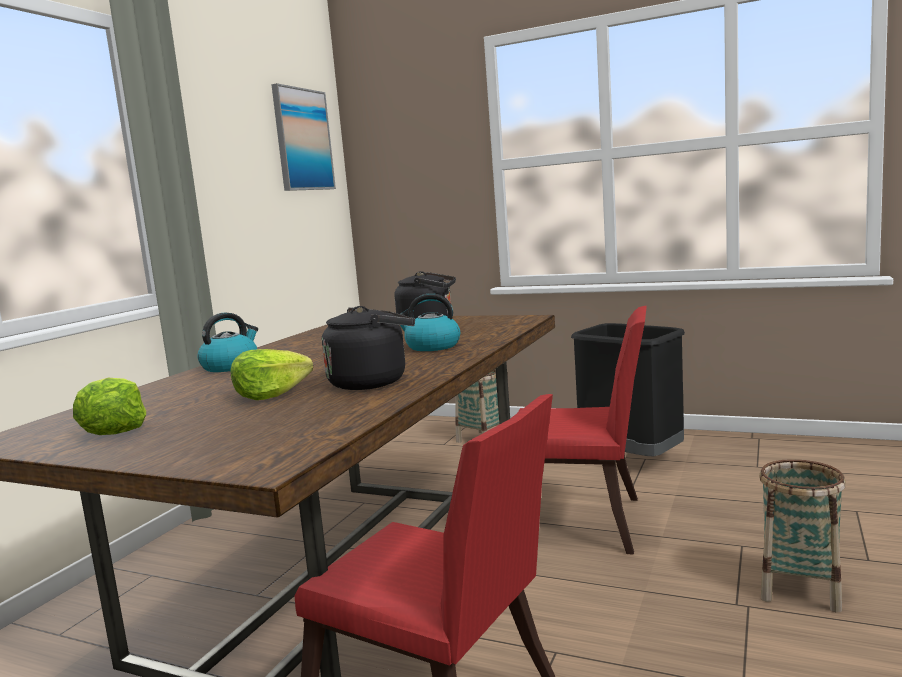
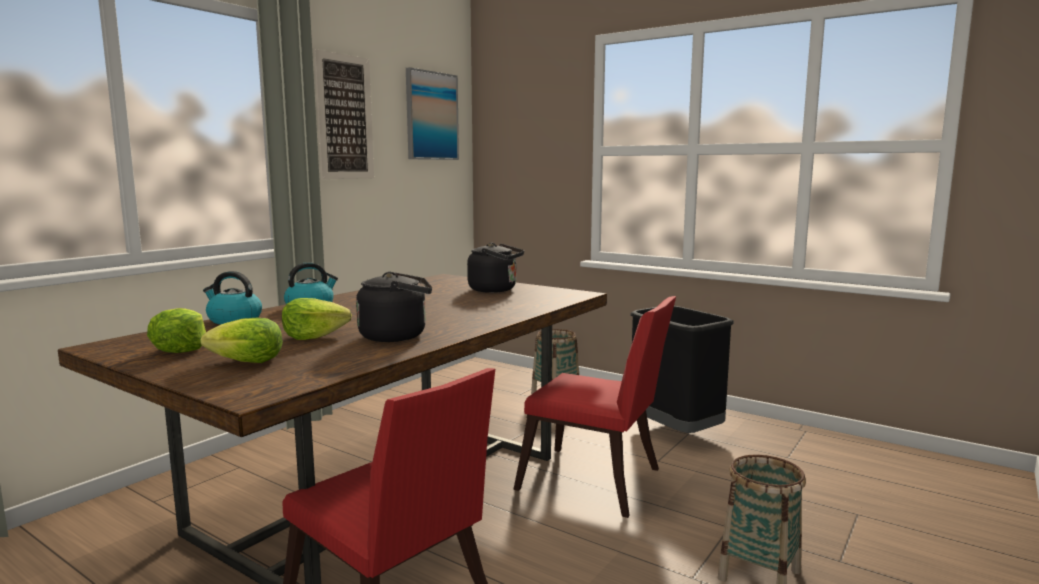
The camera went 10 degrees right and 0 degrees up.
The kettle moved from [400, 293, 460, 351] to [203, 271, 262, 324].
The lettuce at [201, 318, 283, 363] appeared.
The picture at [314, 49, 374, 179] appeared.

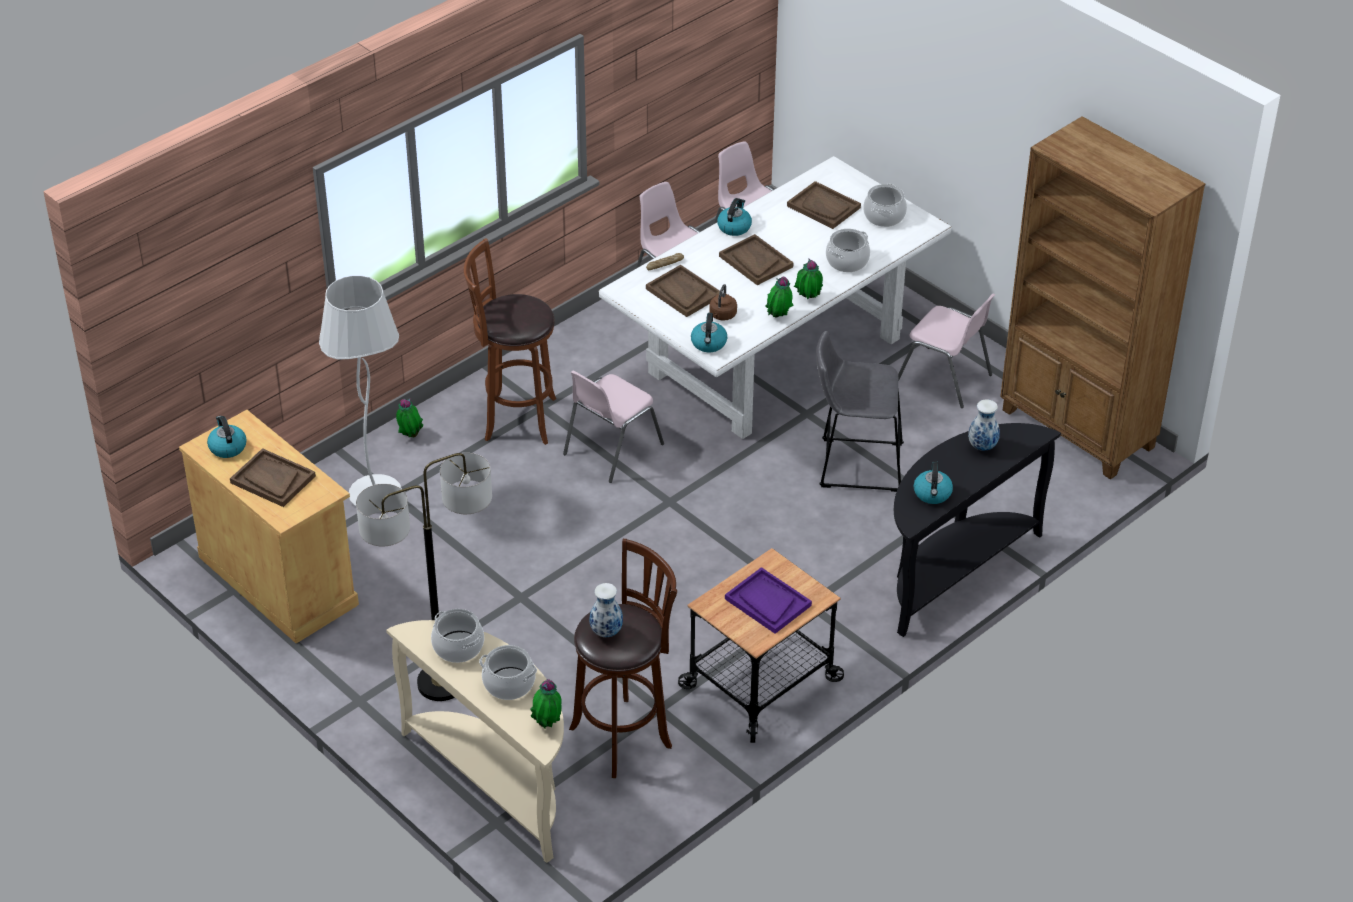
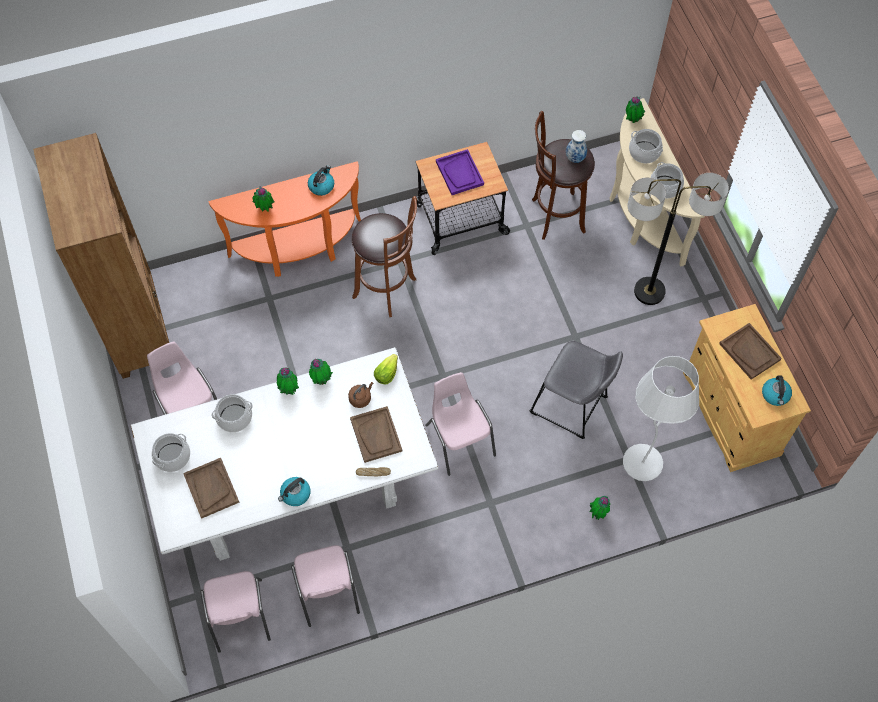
The camera went 155 degrees left and 20 degrees up.
The brown stool moved from [464, 238, 556, 445] to [352, 196, 417, 317].
The pink chair at [563, 371, 664, 483] turned 90 degrees counterclockwise.
The kettle at [691, 313, 727, 352] was replaced by the lettuce at [374, 354, 398, 384].
The brown tray at [719, 234, 793, 285] disappeared.
The grey stool moved from [816, 331, 904, 492] to [529, 341, 623, 439].
The black console table at [894, 423, 1061, 637] became the orange console table at [208, 161, 361, 277].
The vase at [968, 399, 1000, 451] was replaced by the potted plant at [252, 186, 275, 212].

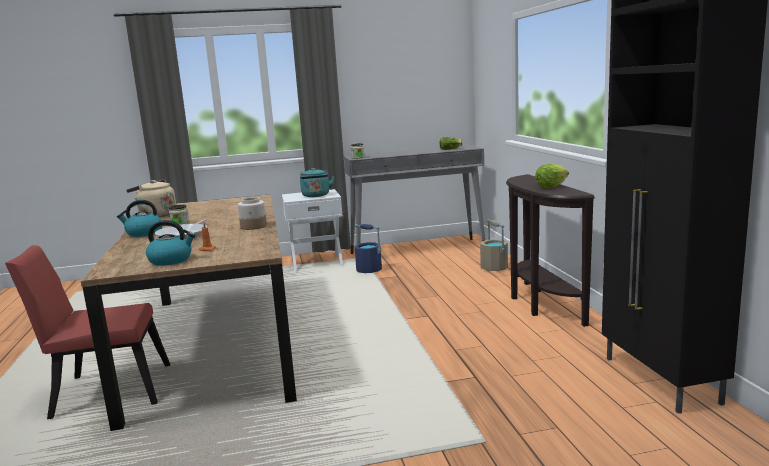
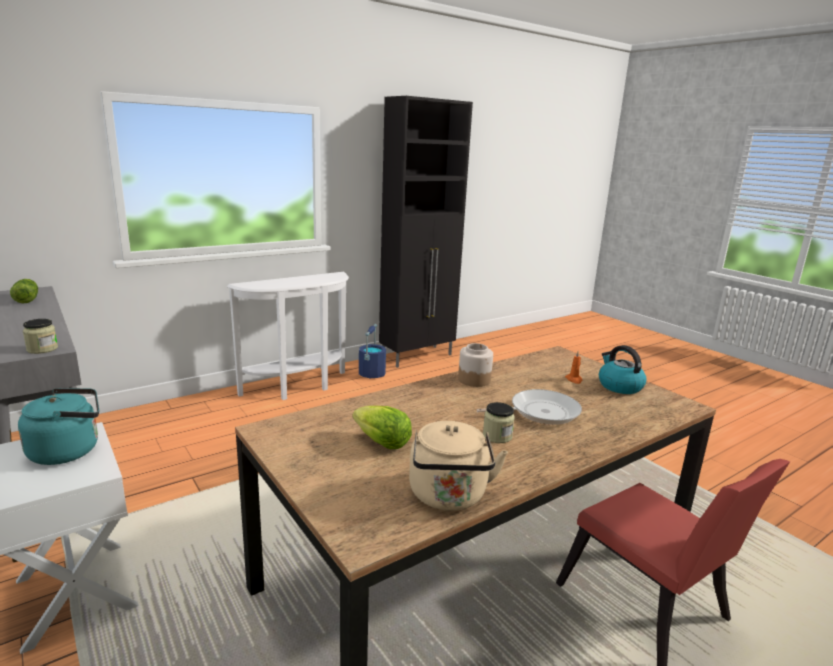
The camera went 115 degrees left and 5 degrees up.
The kettle at [117, 200, 162, 237] disappeared.
The blue bucket moved from [355, 224, 382, 273] to [359, 324, 386, 378].
The beige bucket at [480, 219, 508, 271] disappeared.
The brown console table at [506, 174, 595, 327] became the white console table at [227, 272, 349, 400].
The lettuce moved from [535, 164, 569, 188] to [353, 405, 412, 449].

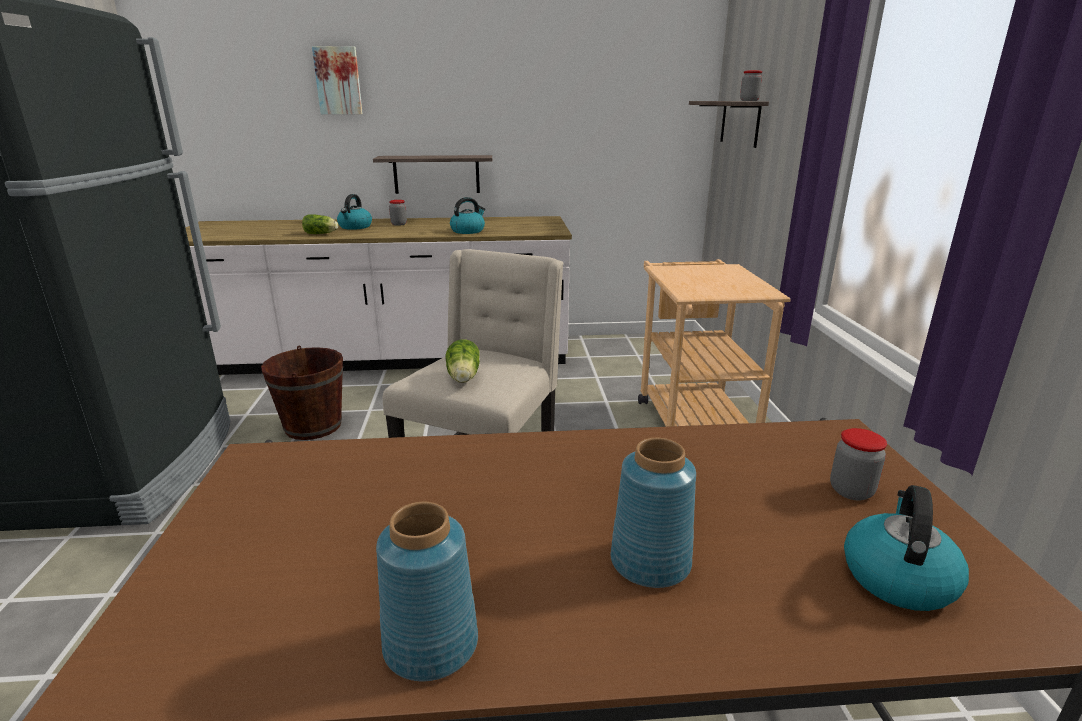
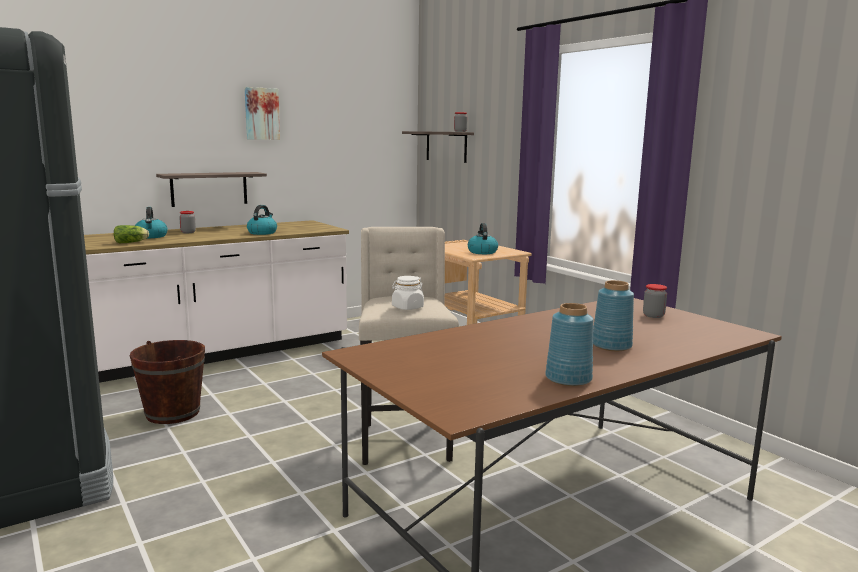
The camera went 30 degrees left and 10 degrees down.
The picture moved from [312, 46, 363, 114] to [245, 87, 280, 140].
The lettuce at [445, 339, 480, 383] was replaced by the white jar at [392, 276, 424, 310].
The kettle moved from [844, 485, 969, 611] to [468, 223, 498, 254].

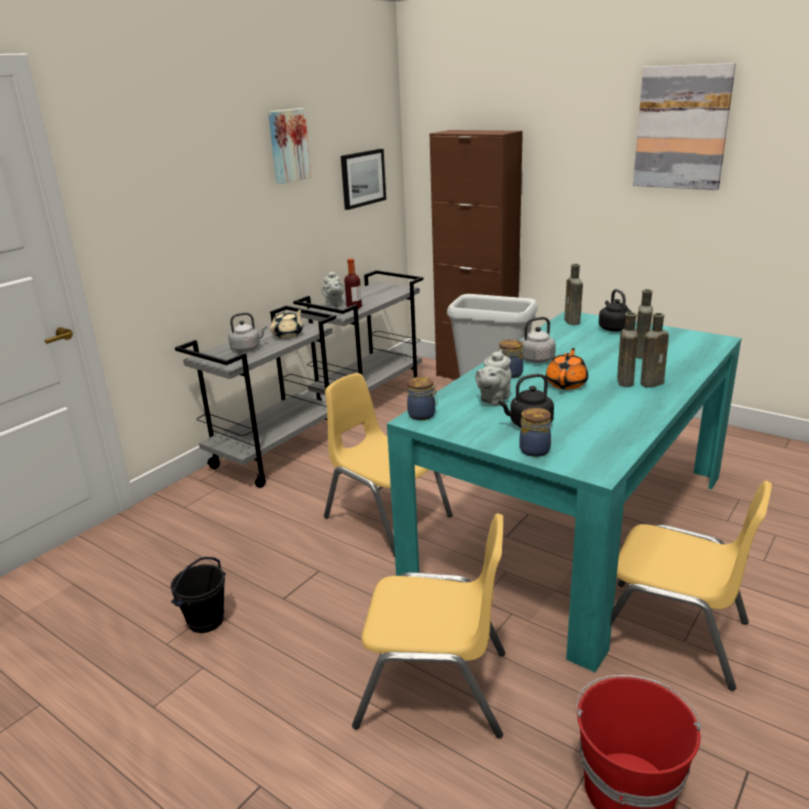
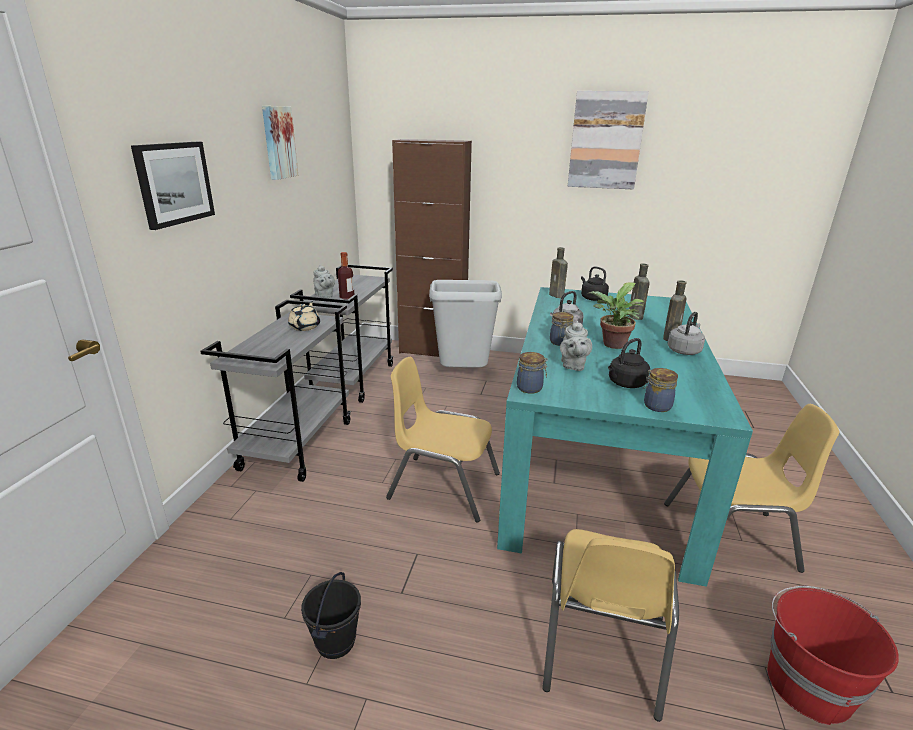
The camera went 25 degrees left and 0 degrees up.
The grey kettle moved from [228, 312, 267, 351] to [667, 312, 705, 355].
The picture moved from [341, 149, 386, 210] to [131, 142, 215, 230].
The yellow chair at [352, 513, 505, 738] turned 120 degrees clockwise.
The orange teapot at [546, 348, 588, 390] was replaced by the potted plant at [589, 282, 644, 349].
The brown bottle at [617, 312, 638, 387] disappeared.

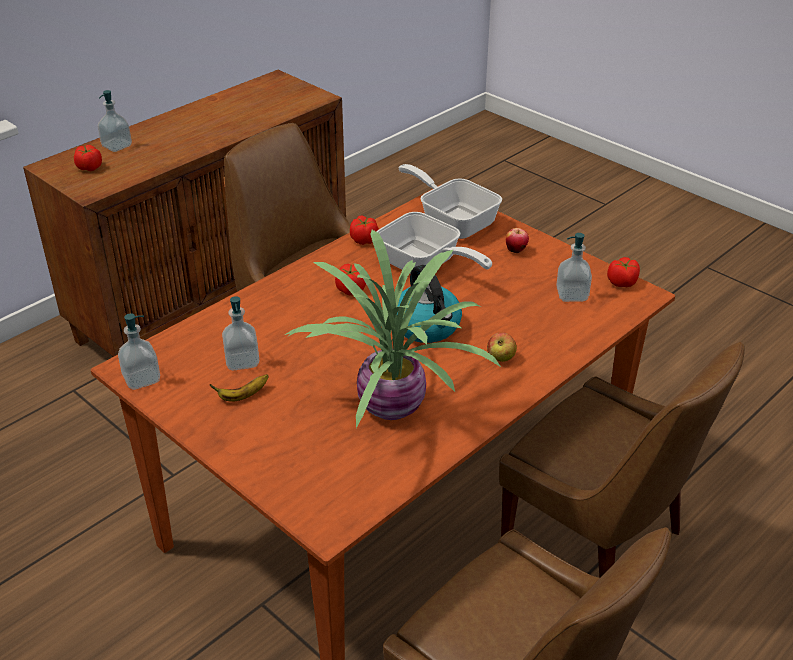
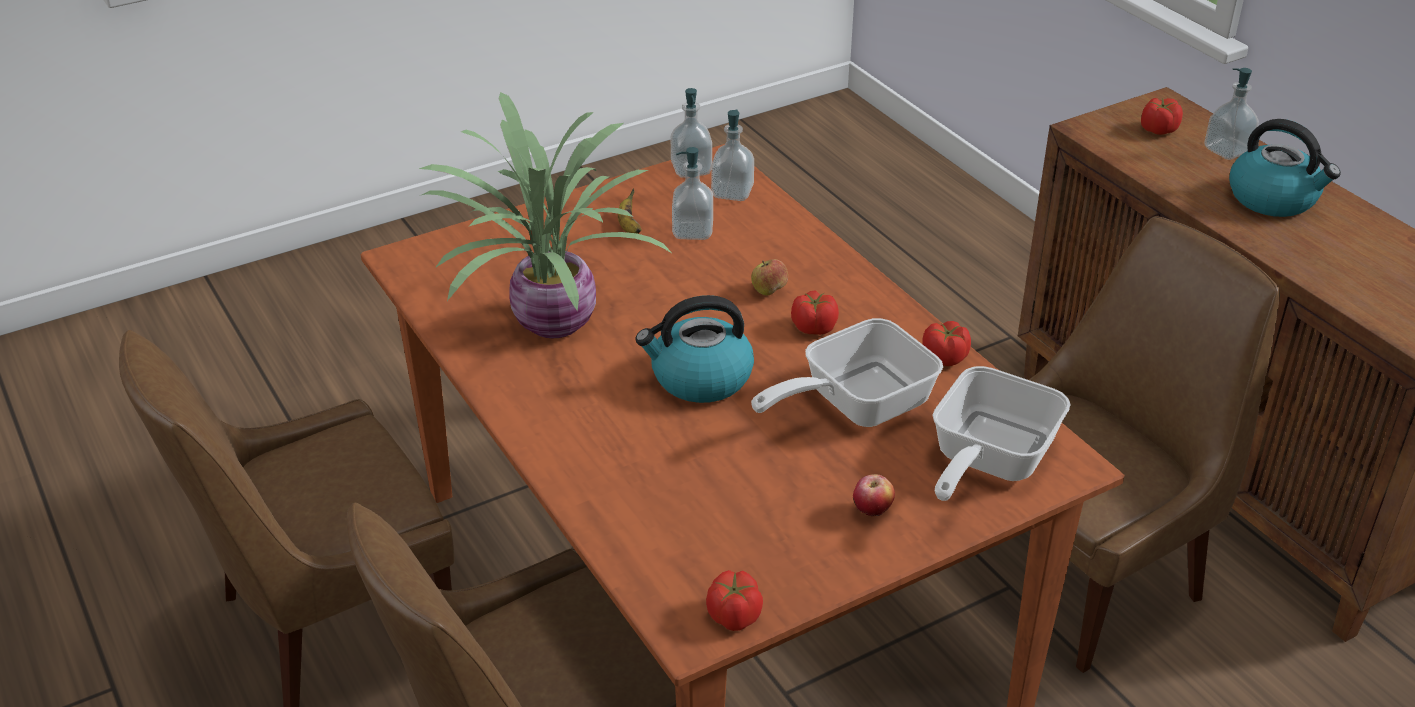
The camera went 105 degrees right and 0 degrees up.
The frying pan at [398, 164, 502, 239] turned 150 degrees clockwise.
The apple moved from [487, 332, 517, 362] to [751, 259, 788, 296].
The soap dispenser moved from [556, 233, 592, 302] to [711, 110, 754, 201].
The kettle at [1229, 119, 1341, 217] appeared.

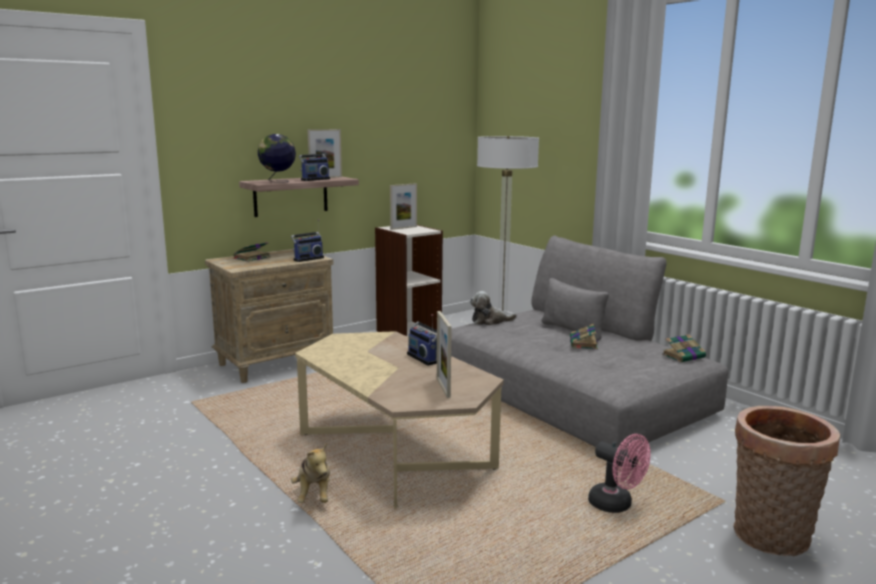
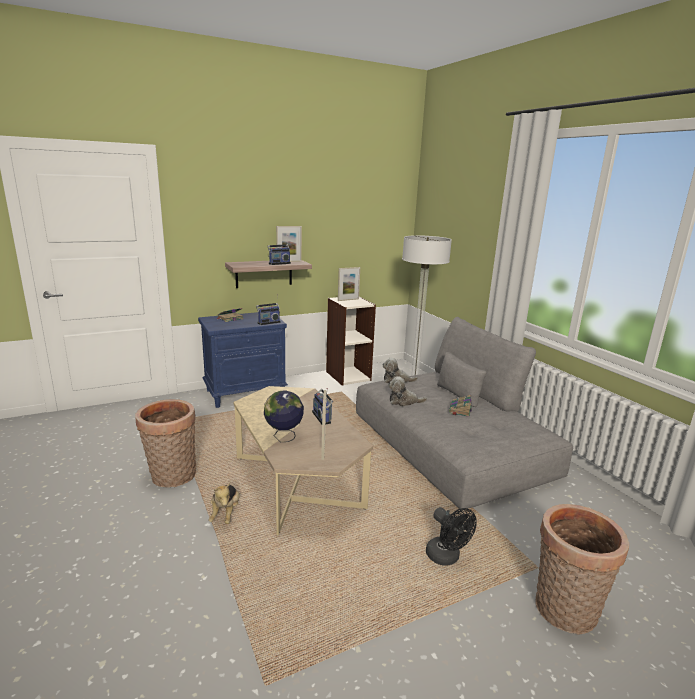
The camera went 10 degrees right and 5 degrees up.
The beige nightstand at [205, 249, 333, 383] became the blue nightstand at [198, 312, 288, 408].
The globe moved from [258, 134, 296, 183] to [264, 391, 304, 442].
The pink fan at [588, 434, 651, 513] became the black fan at [426, 507, 477, 566].
The book at [662, 334, 706, 362] disappeared.
The basket at [135, 399, 196, 488] appeared.
The plush toy at [388, 376, 427, 406] appeared.

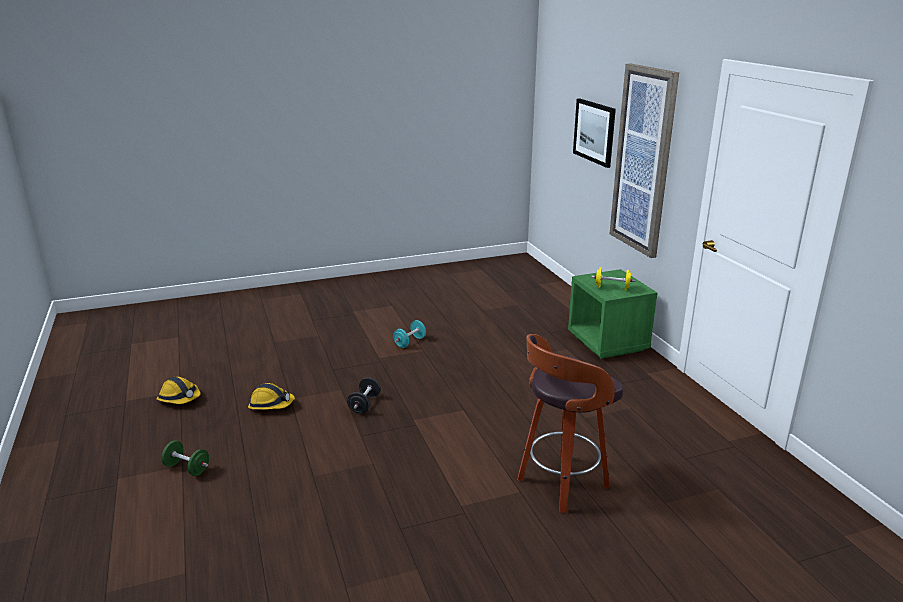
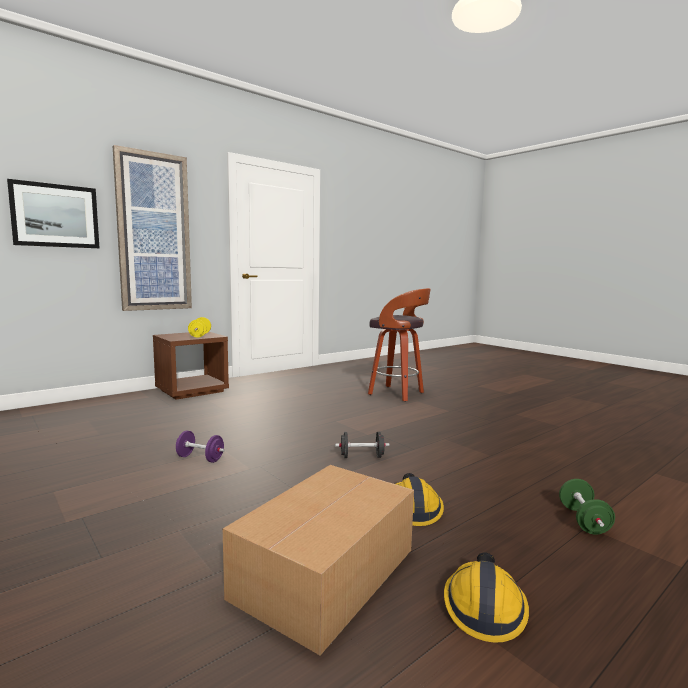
The camera went 110 degrees left and 15 degrees down.
The turquoise dumbbell at [393, 320, 426, 348] became the purple dumbbell at [176, 431, 225, 463].
The green nightstand at [568, 269, 657, 359] became the brown nightstand at [153, 332, 229, 400].
The cardboard box at [223, 465, 414, 656] appeared.

